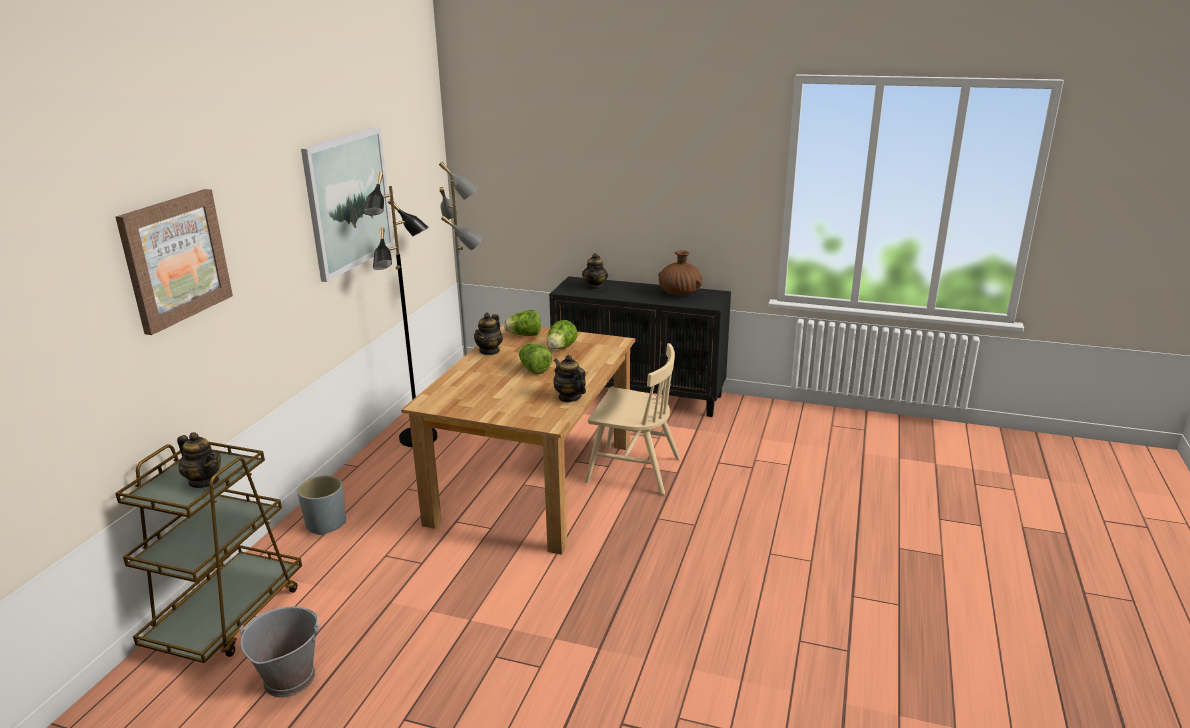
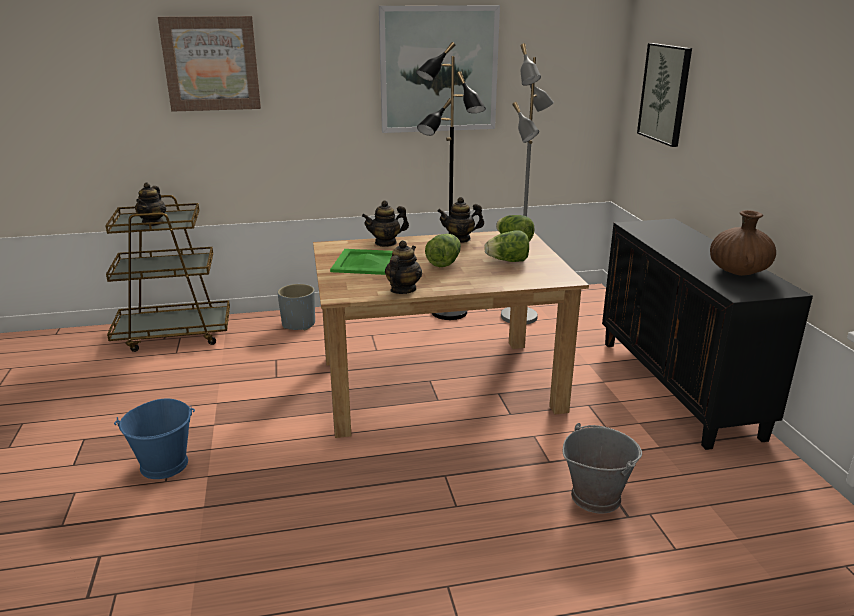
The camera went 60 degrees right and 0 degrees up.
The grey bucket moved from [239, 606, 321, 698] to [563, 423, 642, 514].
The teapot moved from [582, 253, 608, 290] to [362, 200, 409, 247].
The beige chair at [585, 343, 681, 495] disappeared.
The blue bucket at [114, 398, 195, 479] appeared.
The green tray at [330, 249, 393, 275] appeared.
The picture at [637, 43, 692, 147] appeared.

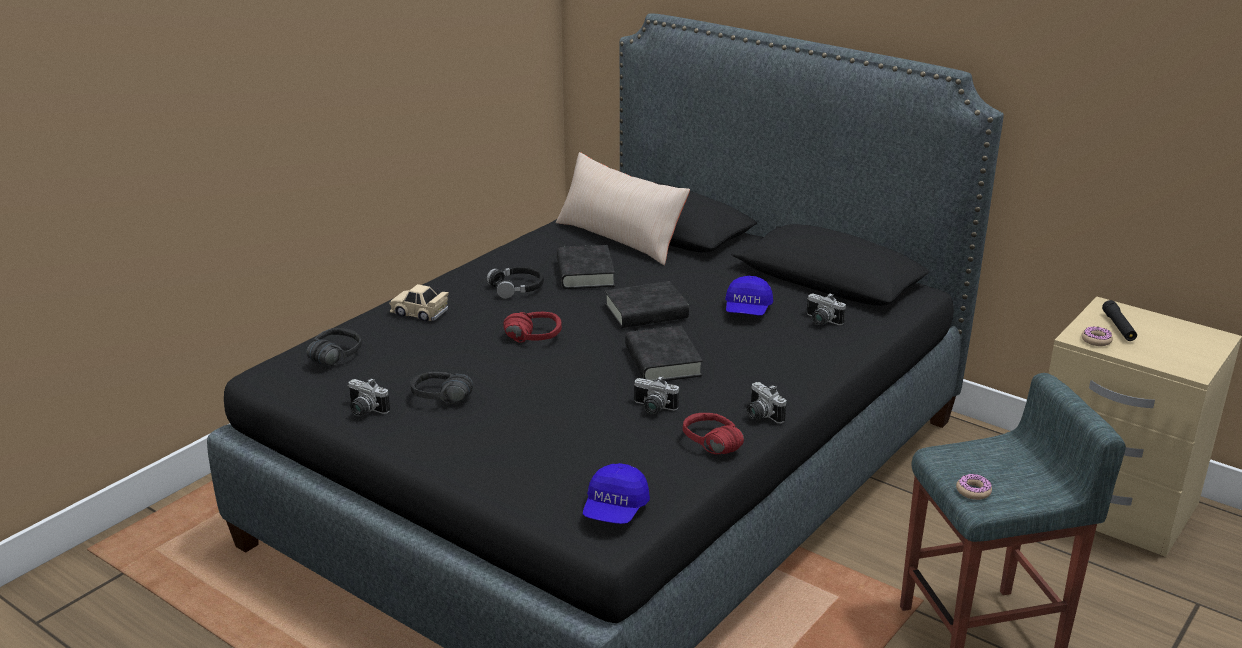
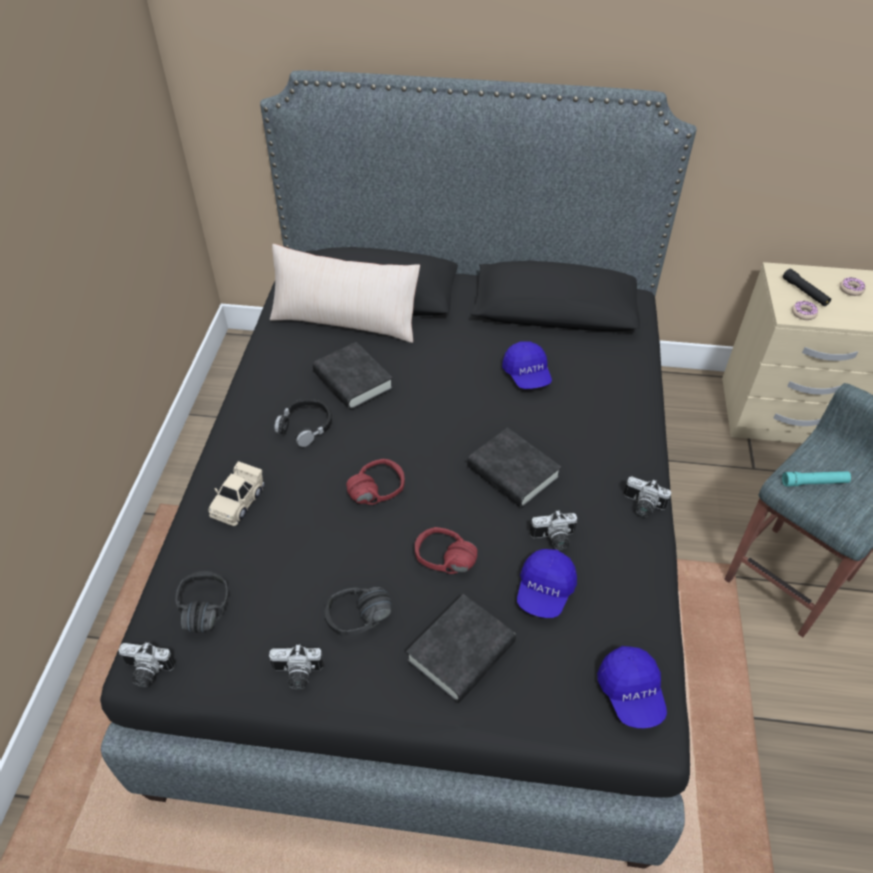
The camera went 30 degrees left and 20 degrees up.
The beige toy car at [389, 284, 449, 321] turned 60 degrees counterclockwise.
The black book moved from [605, 281, 689, 328] to [406, 594, 516, 703].
The red headphones moved from [683, 413, 744, 454] to [415, 527, 478, 574].
The photo camera moved from [807, 293, 846, 325] to [119, 642, 175, 687].
The donut moved from [956, 473, 992, 500] to [840, 277, 865, 296].
The blue cap at [517, 549, 577, 618] appeared.
The turquoise flashlight at [782, 471, 851, 487] appeared.

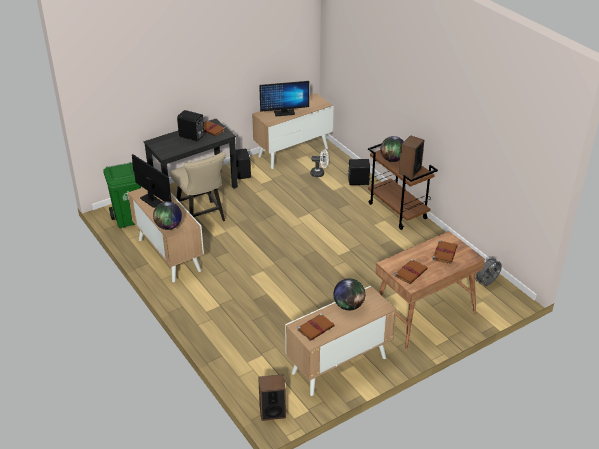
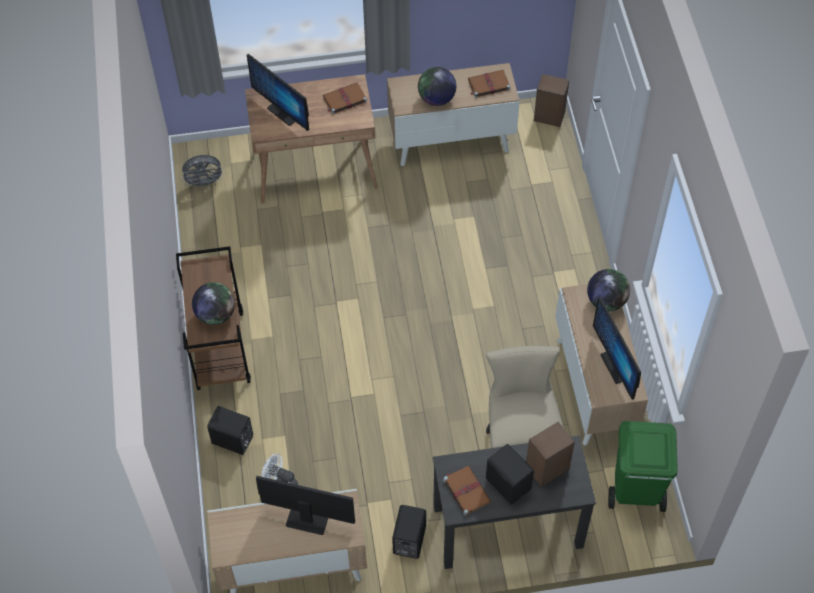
The camera went 155 degrees left and 20 degrees up.
The speaker moved from [399, 135, 424, 179] to [526, 422, 575, 487].
The brown book at [432, 240, 458, 264] was replaced by the monitor at [247, 54, 309, 131].

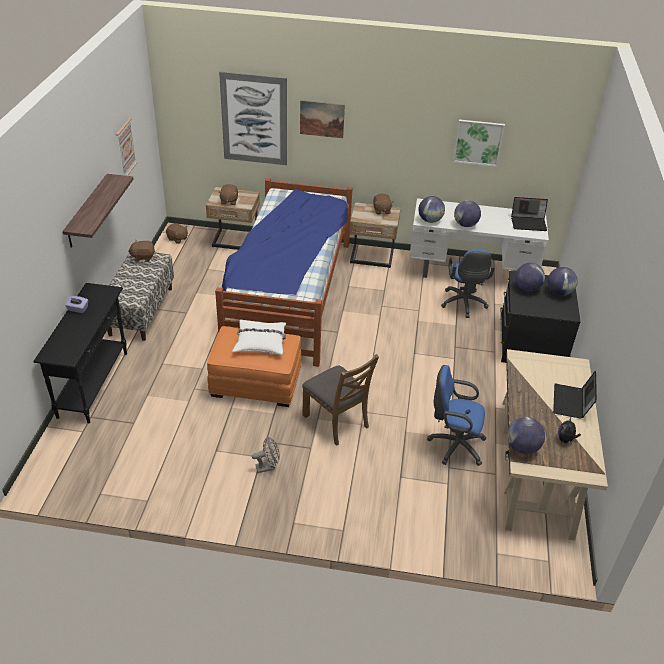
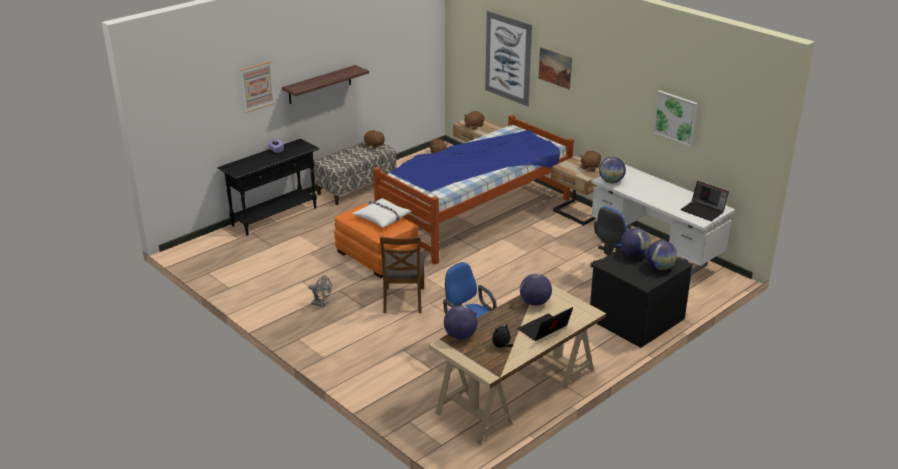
The camera went 40 degrees right and 10 degrees down.
The picture moved from [116, 118, 138, 176] to [240, 61, 275, 113].
The globe moved from [454, 200, 481, 227] to [520, 274, 552, 306].

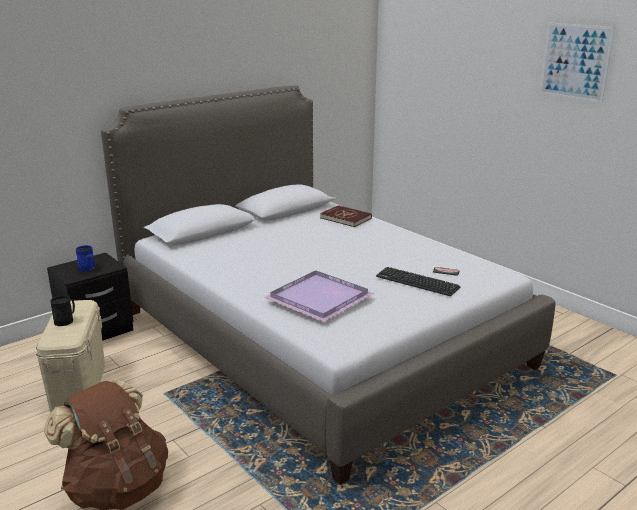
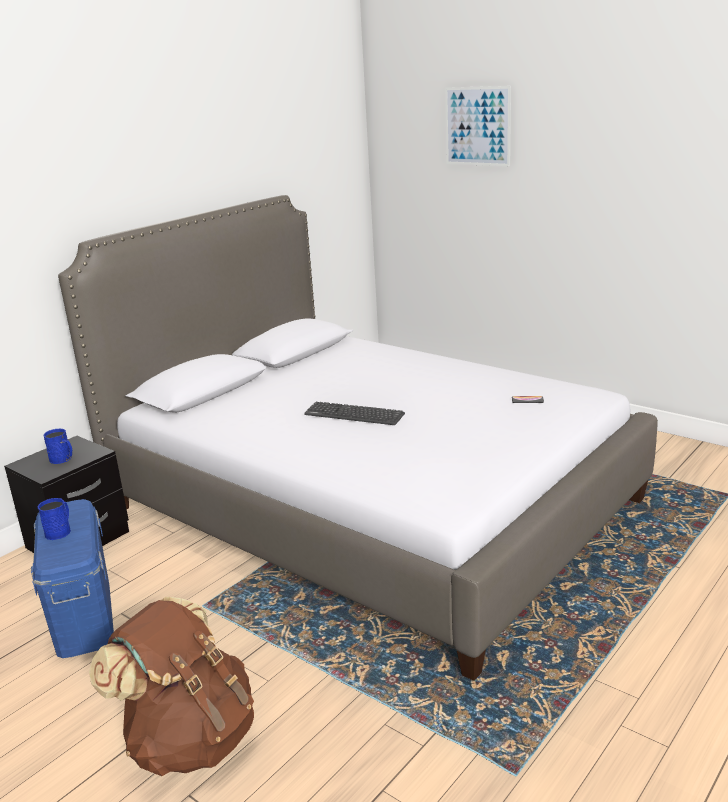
The camera went 10 degrees left and 0 degrees up.
The beige storage box at [36, 300, 105, 412] became the blue storage box at [31, 499, 114, 658].
The black mug at [50, 296, 75, 326] became the blue mug at [38, 498, 71, 540].
The purple tray at [264, 270, 374, 322] disappeared.
The red book at [320, 205, 372, 227] disappeared.
The keyboard moved from [376, 267, 460, 296] to [304, 402, 405, 425].
The picture moved from [540, 23, 615, 103] to [445, 86, 511, 166].

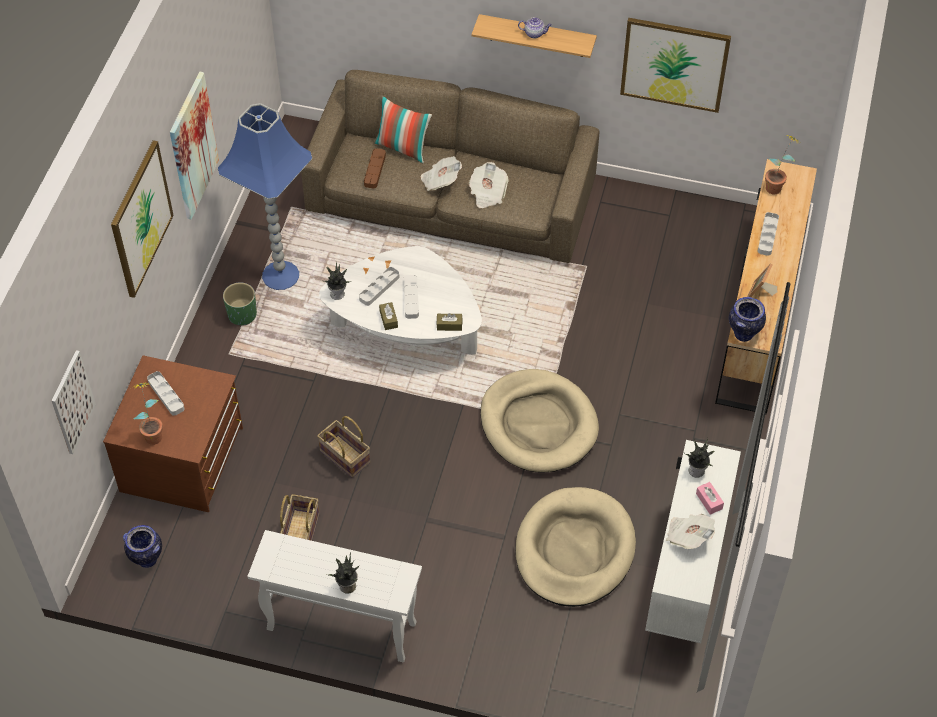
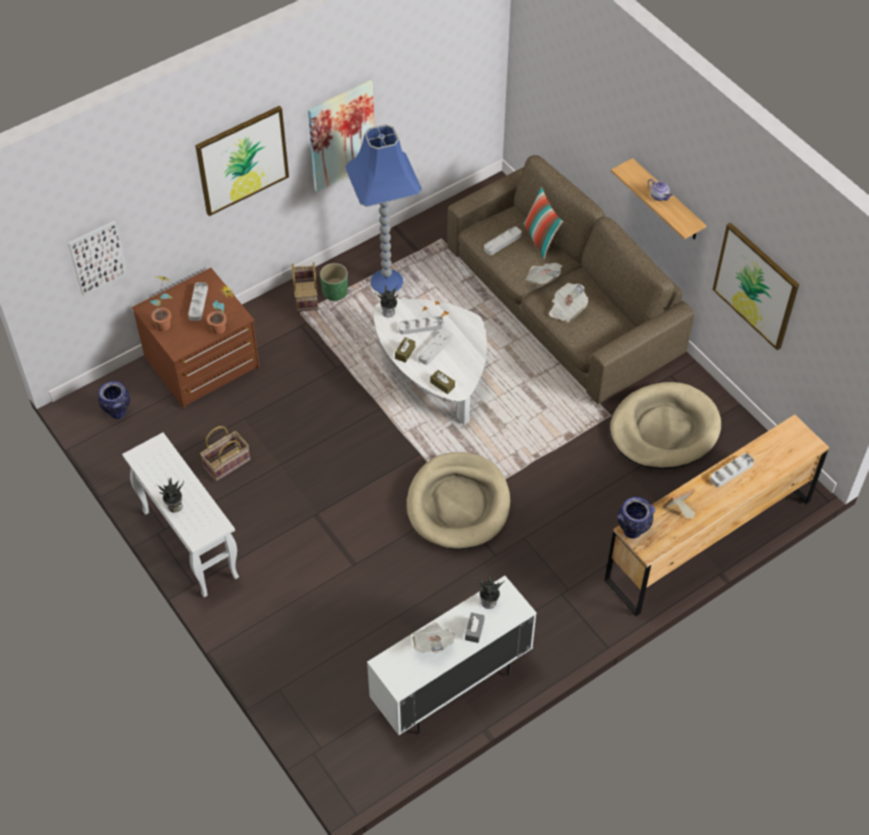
The camera went 40 degrees right and 0 degrees up.
The basket moved from [317, 416, 370, 478] to [292, 262, 318, 312].
The brown tray at [364, 148, 386, 188] became the grey tray at [484, 226, 522, 255].
The beige dog bed moved from [515, 487, 636, 607] to [610, 382, 721, 469].
The pink tissue box at [696, 482, 724, 515] became the grey tissue box at [465, 612, 485, 643].
The potted plant moved from [765, 135, 800, 194] to [207, 284, 233, 335].

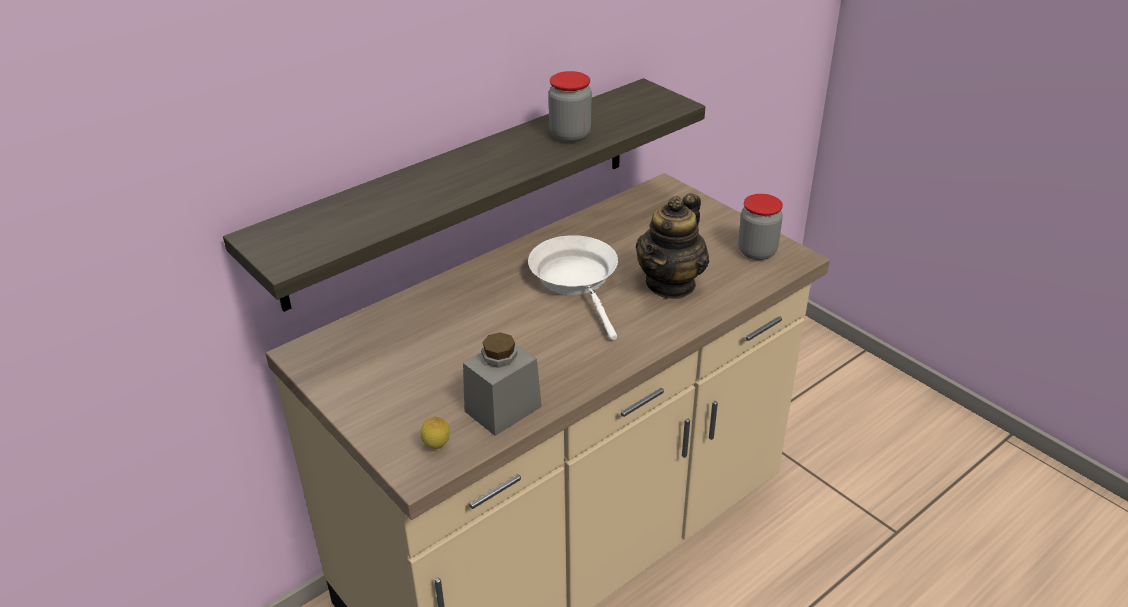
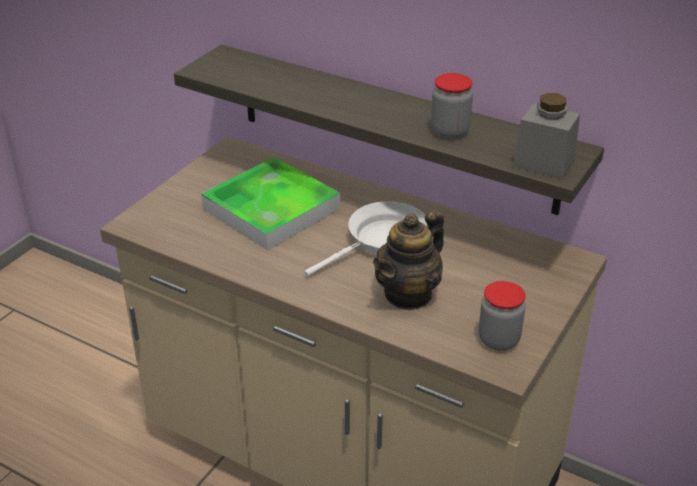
The camera went 70 degrees right and 0 degrees up.
The lemon at [420, 416, 450, 449] disappeared.
The grey jar moved from [463, 332, 542, 436] to [513, 93, 580, 180].
The teapot at [636, 193, 709, 299] turned 60 degrees counterclockwise.
The tray at [202, 157, 340, 250] appeared.

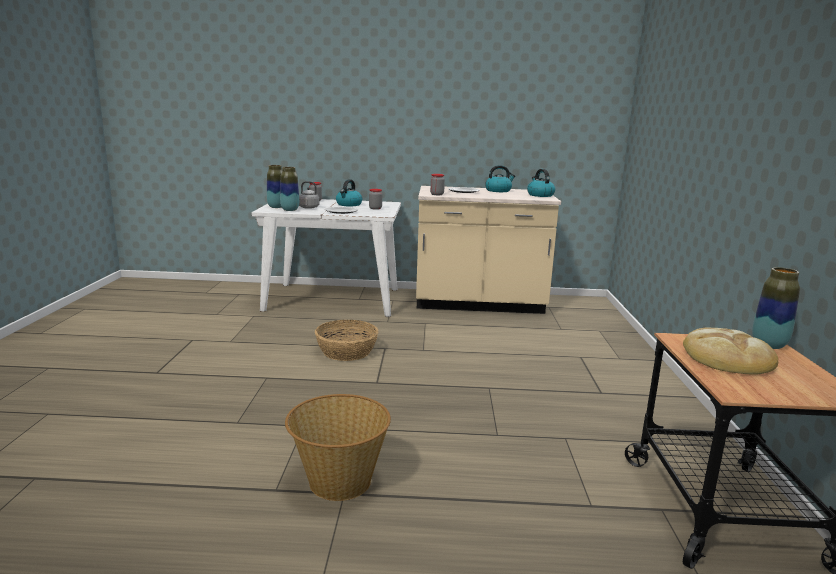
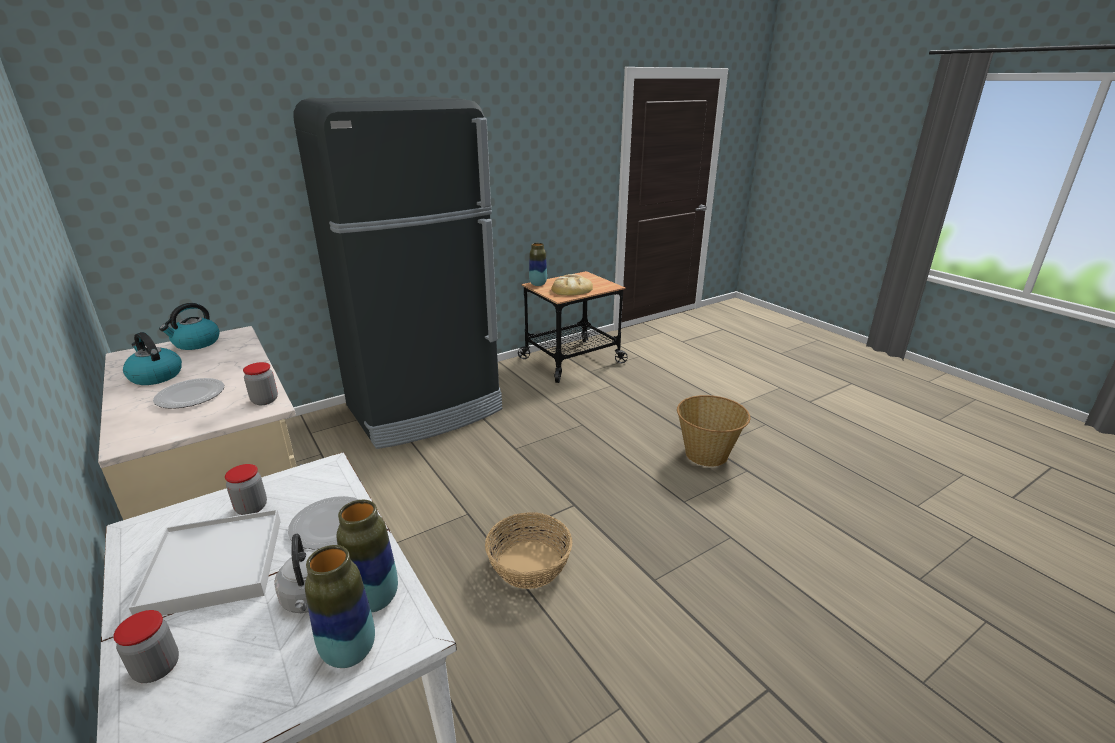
The camera went 125 degrees left and 10 degrees up.
The kettle at [336, 179, 362, 206] was replaced by the white tray at [129, 509, 281, 616].
The black fridge at [294, 97, 502, 449] appeared.

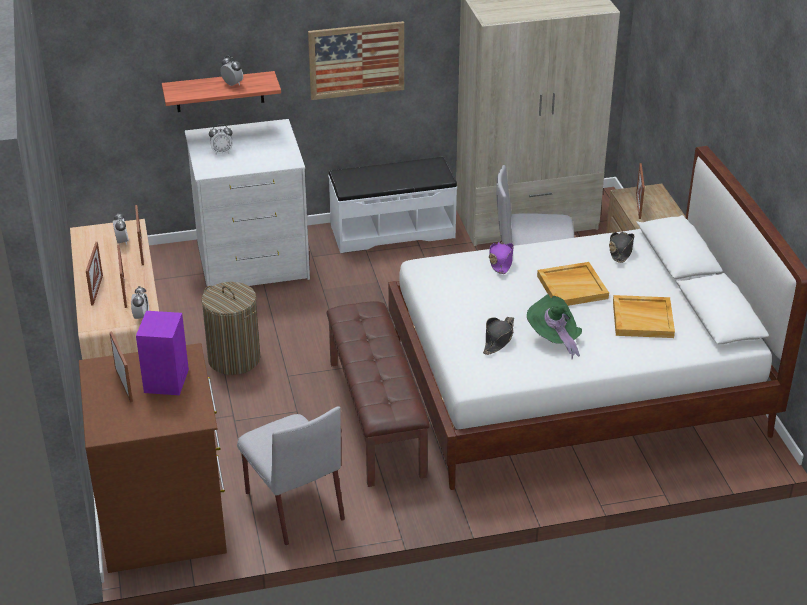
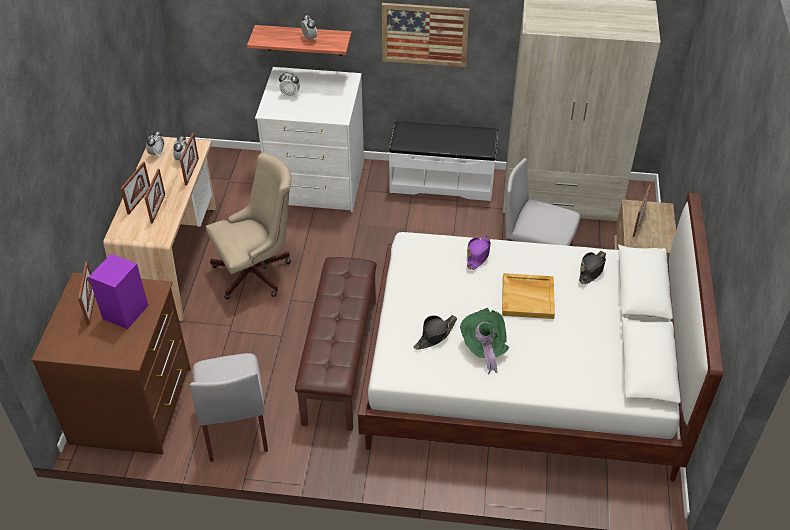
The camera went 20 degrees right and 10 degrees up.
The alarm clock moved from [131, 286, 149, 319] to [146, 130, 165, 158].
The laundry basket at [201, 282, 260, 375] was replaced by the beige office chair at [206, 153, 292, 300].
The beige tray at [613, 295, 675, 338] disappeared.

